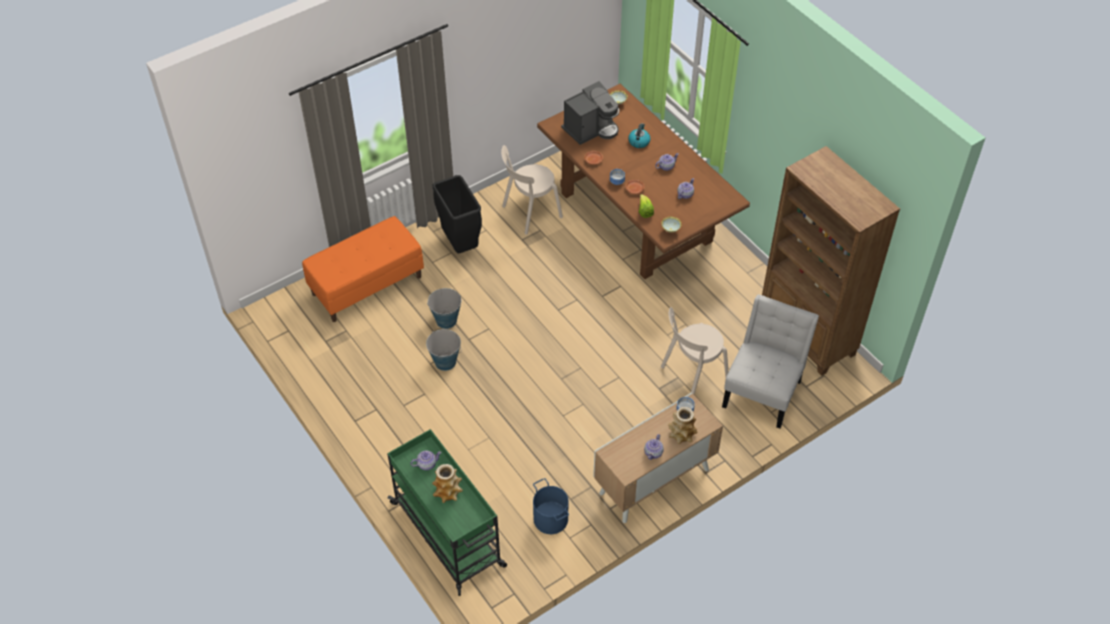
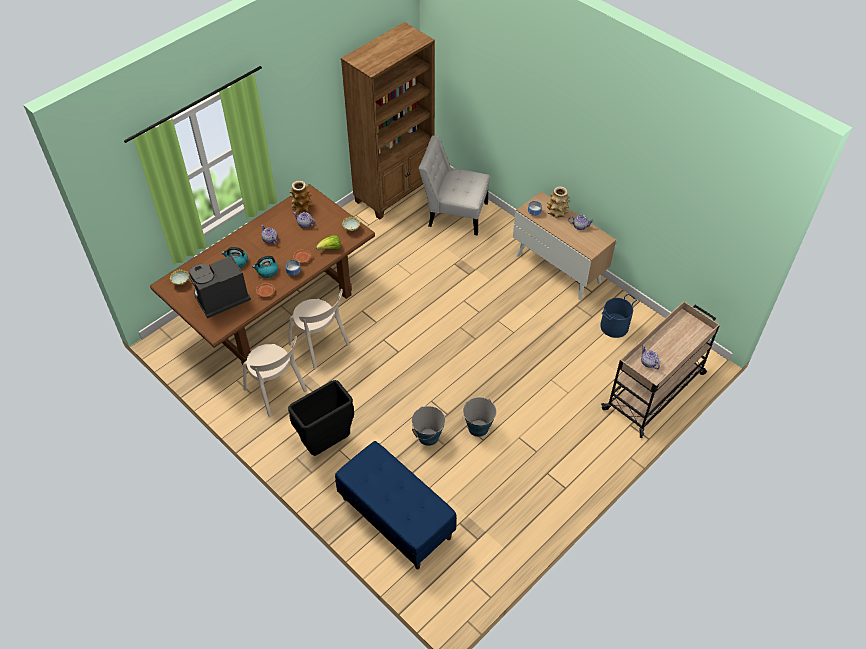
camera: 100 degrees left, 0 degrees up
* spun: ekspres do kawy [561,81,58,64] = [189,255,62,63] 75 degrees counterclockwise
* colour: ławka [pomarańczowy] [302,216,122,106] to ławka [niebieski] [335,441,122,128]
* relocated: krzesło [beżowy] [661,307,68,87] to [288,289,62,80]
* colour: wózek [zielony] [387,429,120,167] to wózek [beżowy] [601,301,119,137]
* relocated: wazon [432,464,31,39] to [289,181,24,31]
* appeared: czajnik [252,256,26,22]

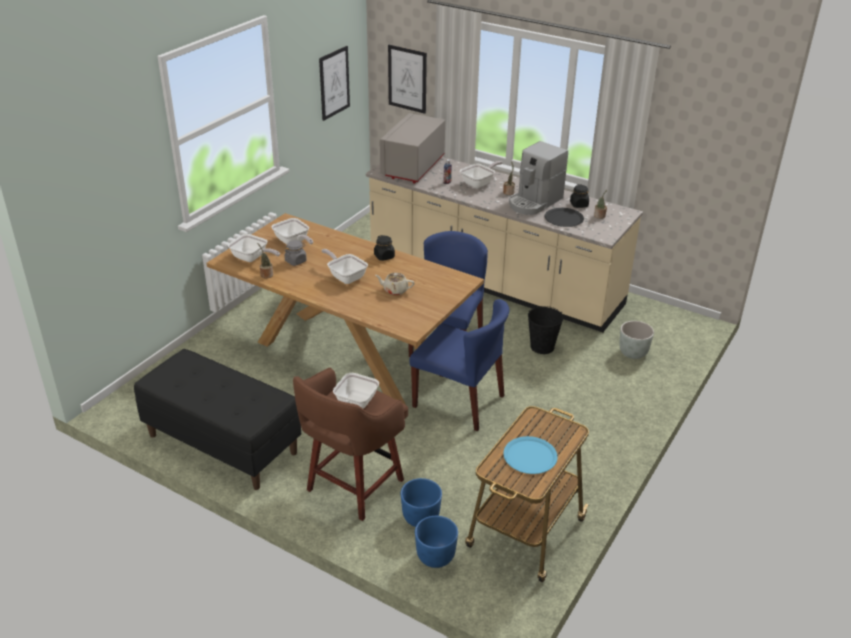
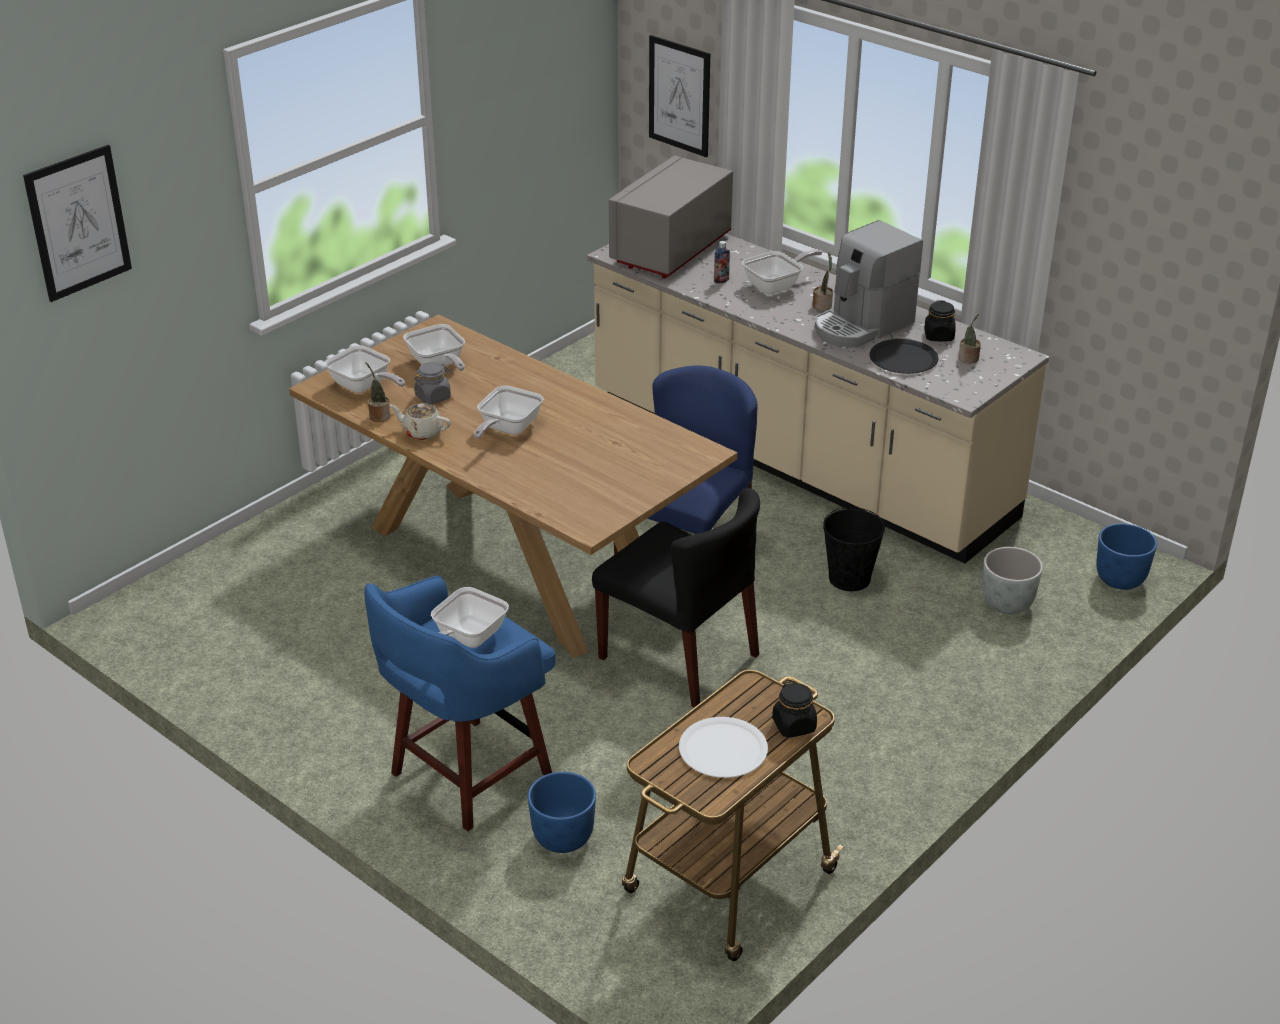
camera: 10 degrees right, 0 degrees up
* relocated: obraz [319,46,31,75] to [23,145,109,157]
* relocated: słoik [czarny] [374,235,21,26] to [772,681,45,57]
* spun: patelnia [321,249,47,35] = [474,386,70,53] 120 degrees counterclockwise
* relocated: imbryk [beżowy] [375,273,39,22] to [390,403,61,37]
* colour: krzesło [niebieski] [409,299,101,132] to krzesło [czarny] [592,488,168,220]
* missing: ławka [czarny] [134,349,167,141]
* colour: stołek [brązowy] [293,368,115,153] to stołek [niebieski] [364,576,191,255]
* colour: talerz [niebieski] [503,436,55,38] to talerz [biały] [679,717,89,61]
* relocated: donica [niebieski] [415,516,43,52] to [1096,523,61,67]

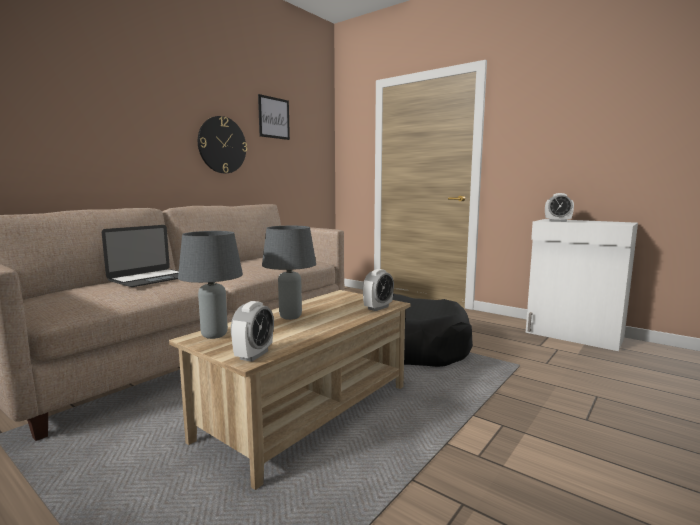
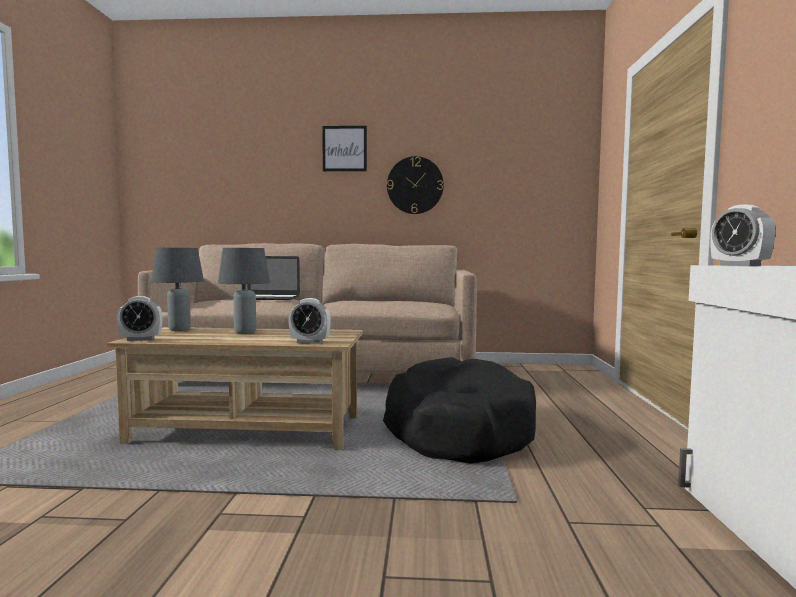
camera: 55 degrees right, 5 degrees down
* relocated: obraz [258,94,32,46] to [322,126,45,45]

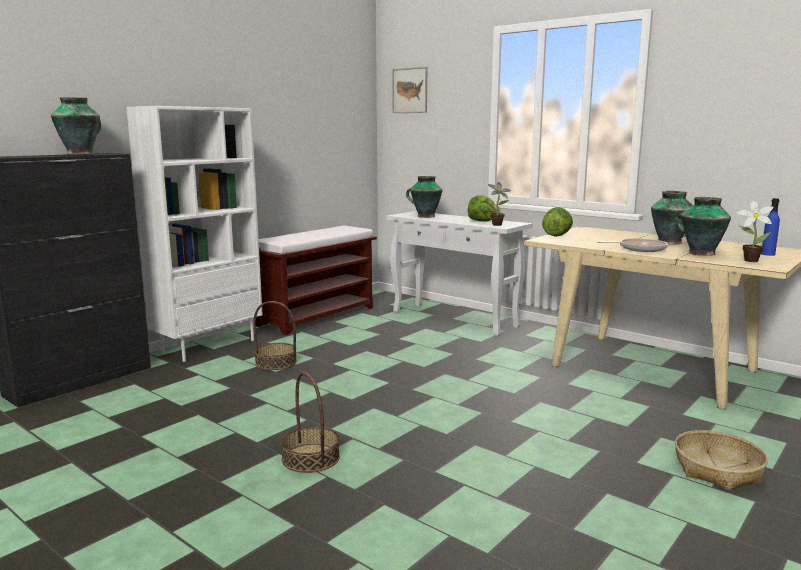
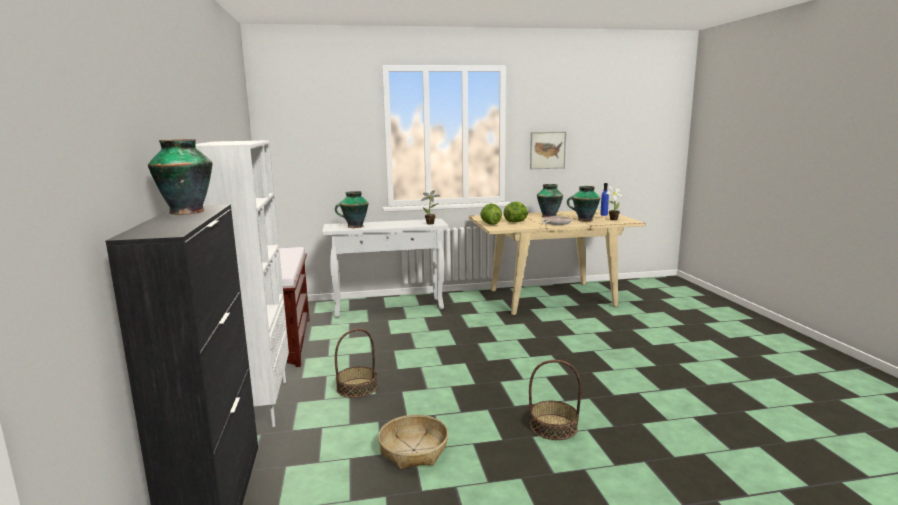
camera: 50 degrees left, 0 degrees up
* relocated: obraz [392,67,35,46] to [530,132,36,37]
* relocated: sałata [468,195,32,26] to [504,202,24,21]
* relocated: koszyk [675,430,93,60] to [378,415,70,54]

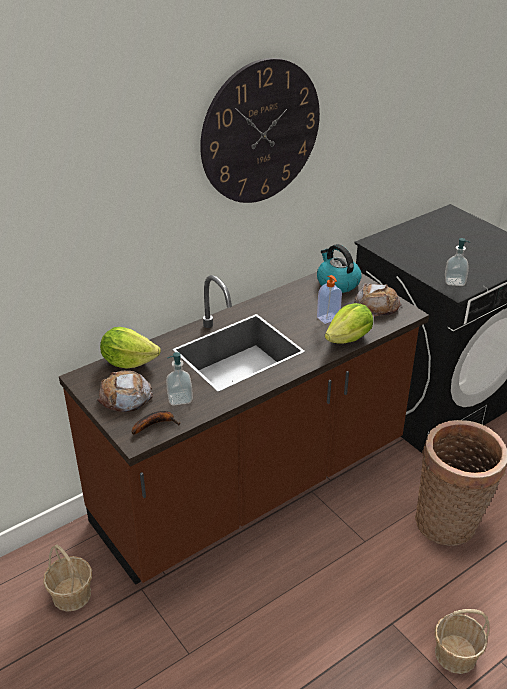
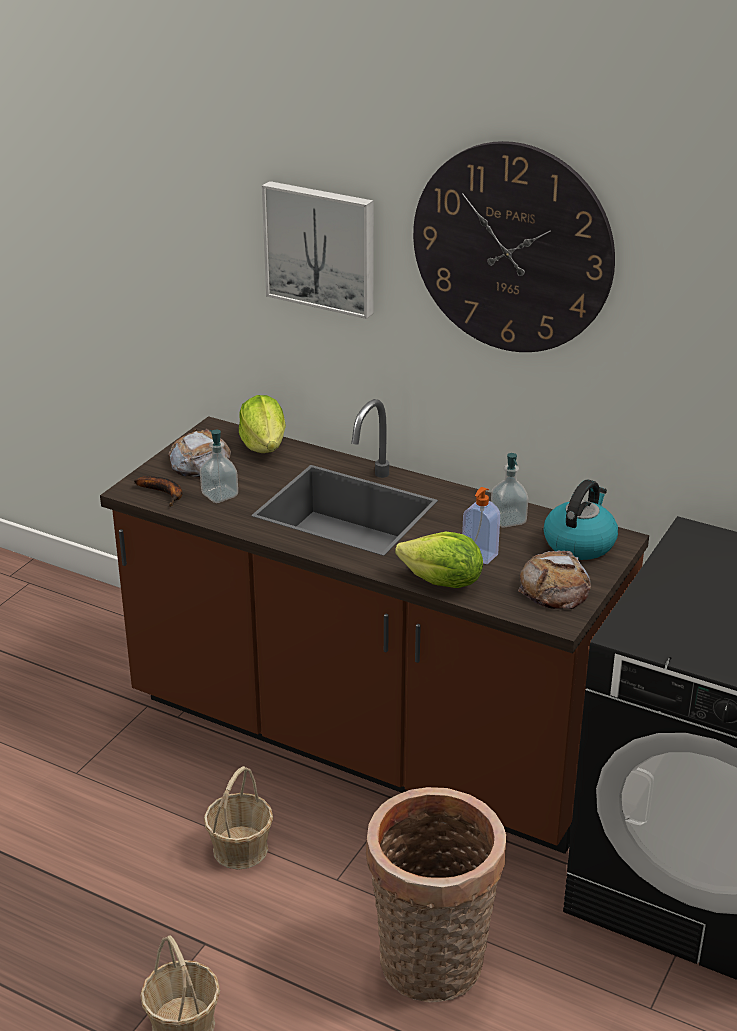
camera: 65 degrees right, 5 degrees down
* relocated: dozownik mydła [445,238,25,48] to [491,453,37,74]
* relocated: koszyk [43,545,49,67] to [204,766,69,104]
* appeared: obraz [262,181,112,138]

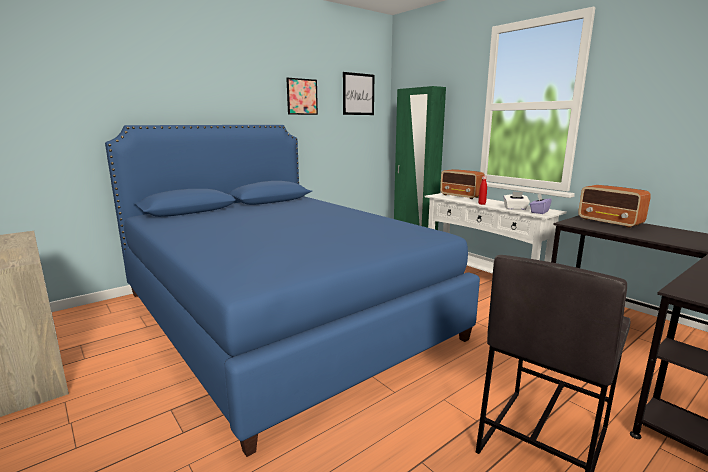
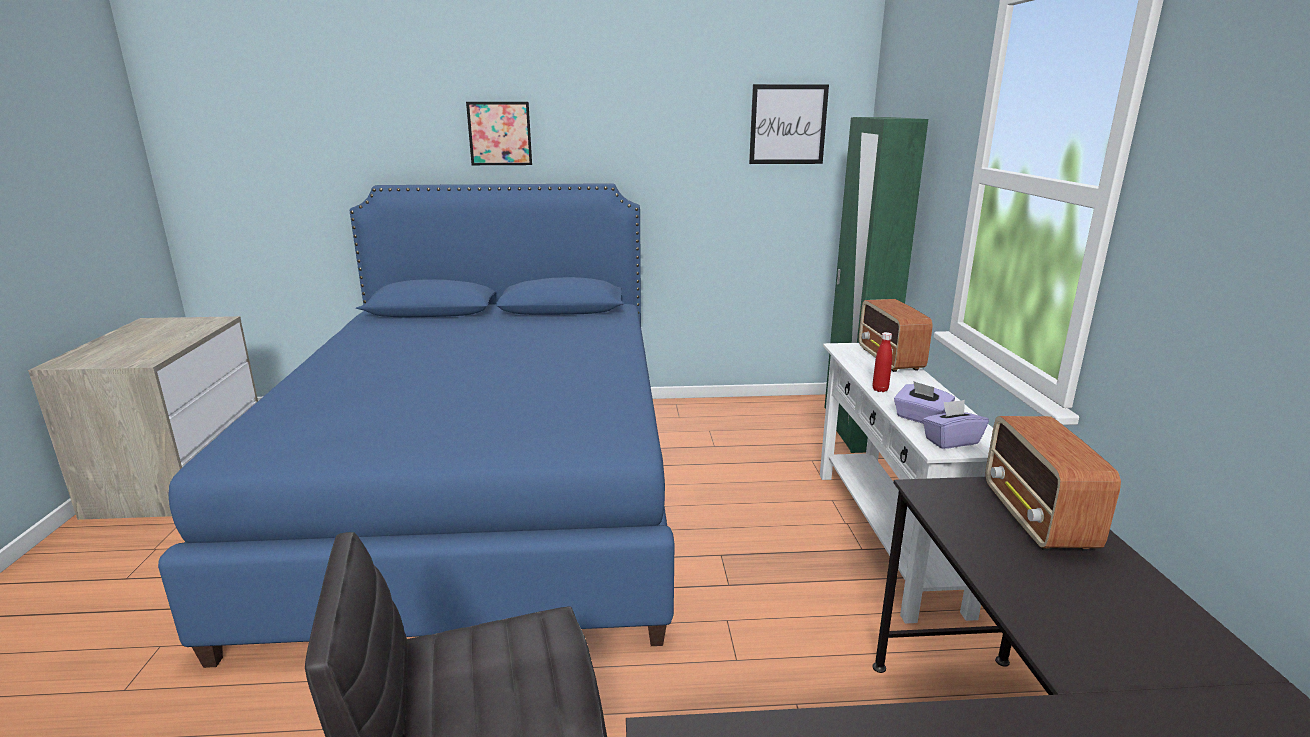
camera: 35 degrees right, 5 degrees up
* relocated: obraz [286,78,32,37] to [466,102,66,63]
* colour: pudełko chusteczek [biały] [503,192,27,18] to pudełko chusteczek [fioletowy] [894,381,61,43]

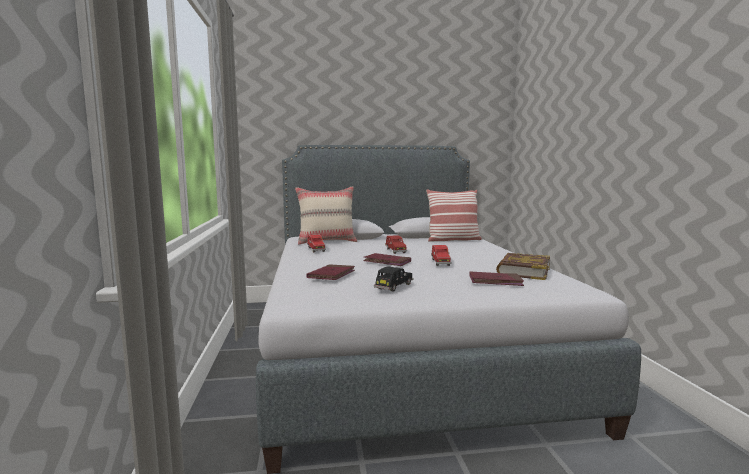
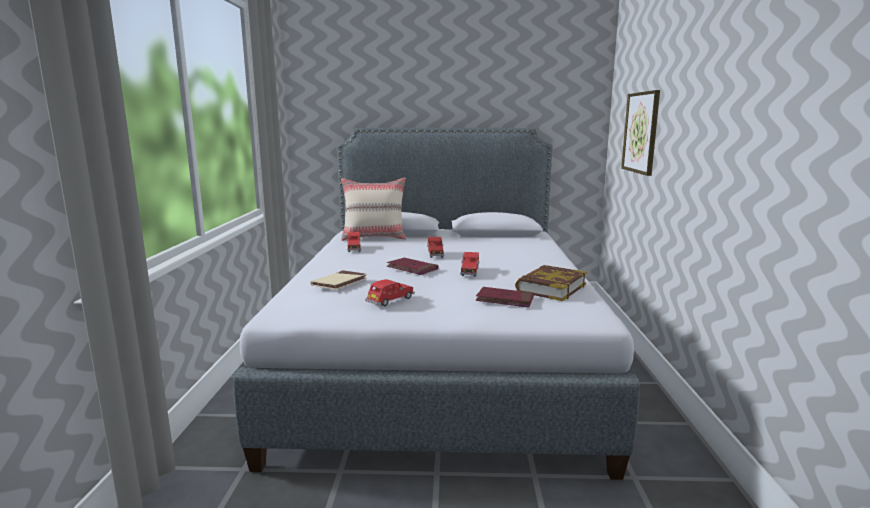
camera: 10 degrees right, 5 degrees up
* missing: poduszka [426,189,56,53]
* colour: książka [czerwony] [306,264,49,16] to książka [beżowy] [310,270,57,20]
* colour: samochodzik [czarny] [374,266,39,26] to samochodzik [czerwony] [365,279,50,27]
* appeared: obraz [621,90,39,86]

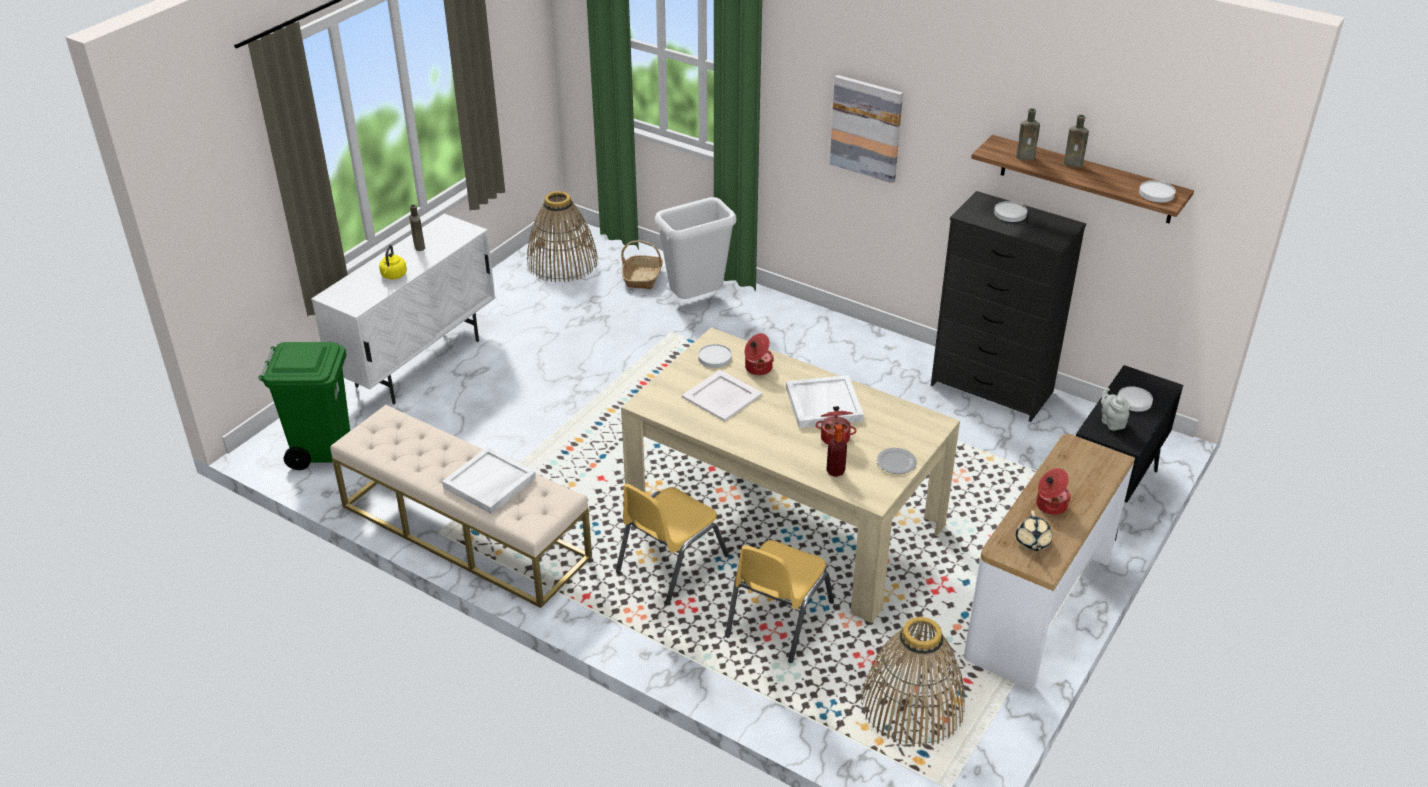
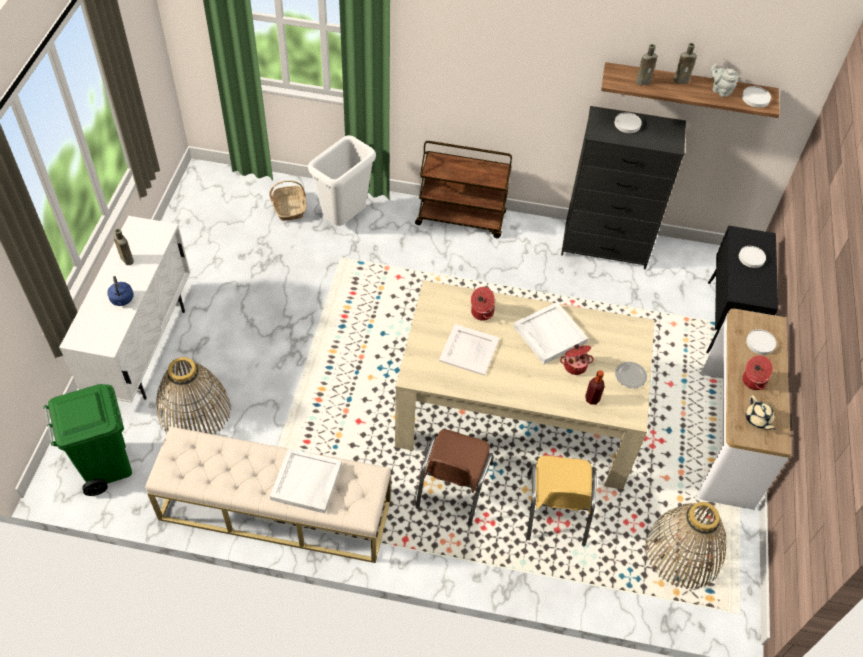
camera: 25 degrees left, 15 degrees up
* missing: obraz [830,75,73,108]
* relocated: koszyk [527,191,71,91] to [157,357,74,78]
* colour: czajnik [żółty] [379,245,28,35] to czajnik [niebieski] [107,276,27,30]
* relocated: talerz [biały] [698,344,34,24] to [746,329,30,26]
* relocated: imbryk [szary] [1101,388,29,42] to [711,64,28,33]
* colour: krzesło [żółty] [616,484,113,120] to krzesło [brązowy] [416,429,77,96]
* appeared: wózek [brązowy] [415,141,97,97]

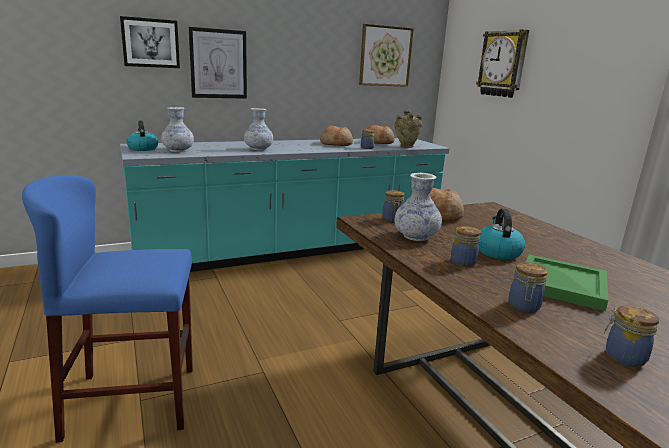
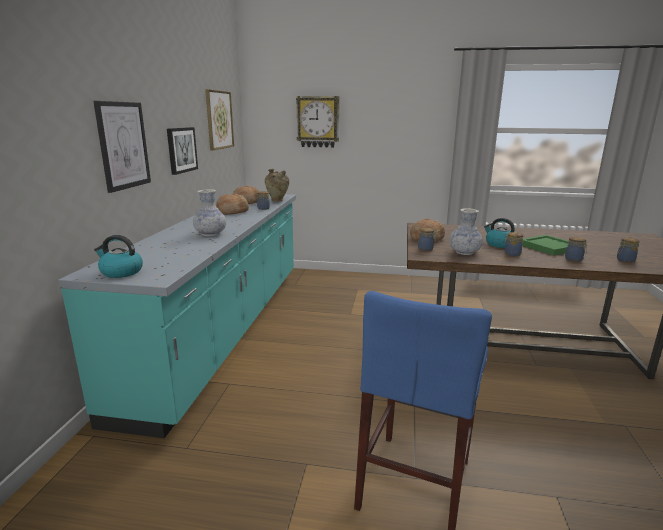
camera: 55 degrees left, 0 degrees up
* relocated: obraz [120,16,60,52] to [167,127,31,48]
* missing: wazon [161,107,33,45]

